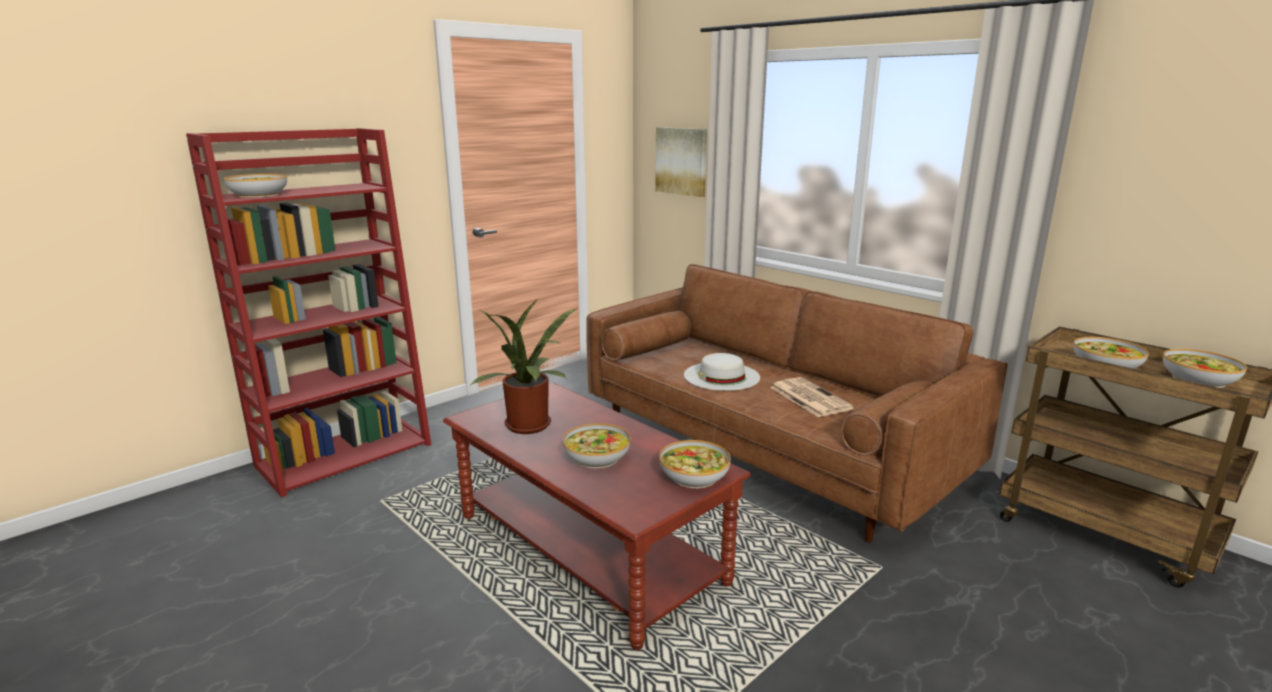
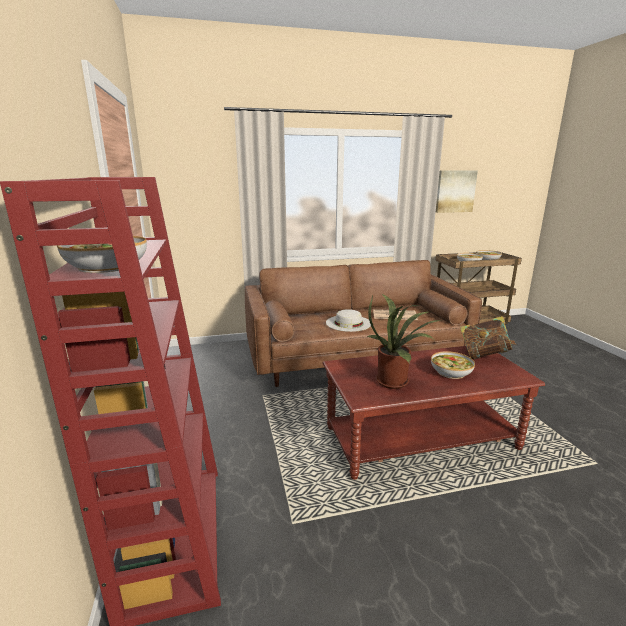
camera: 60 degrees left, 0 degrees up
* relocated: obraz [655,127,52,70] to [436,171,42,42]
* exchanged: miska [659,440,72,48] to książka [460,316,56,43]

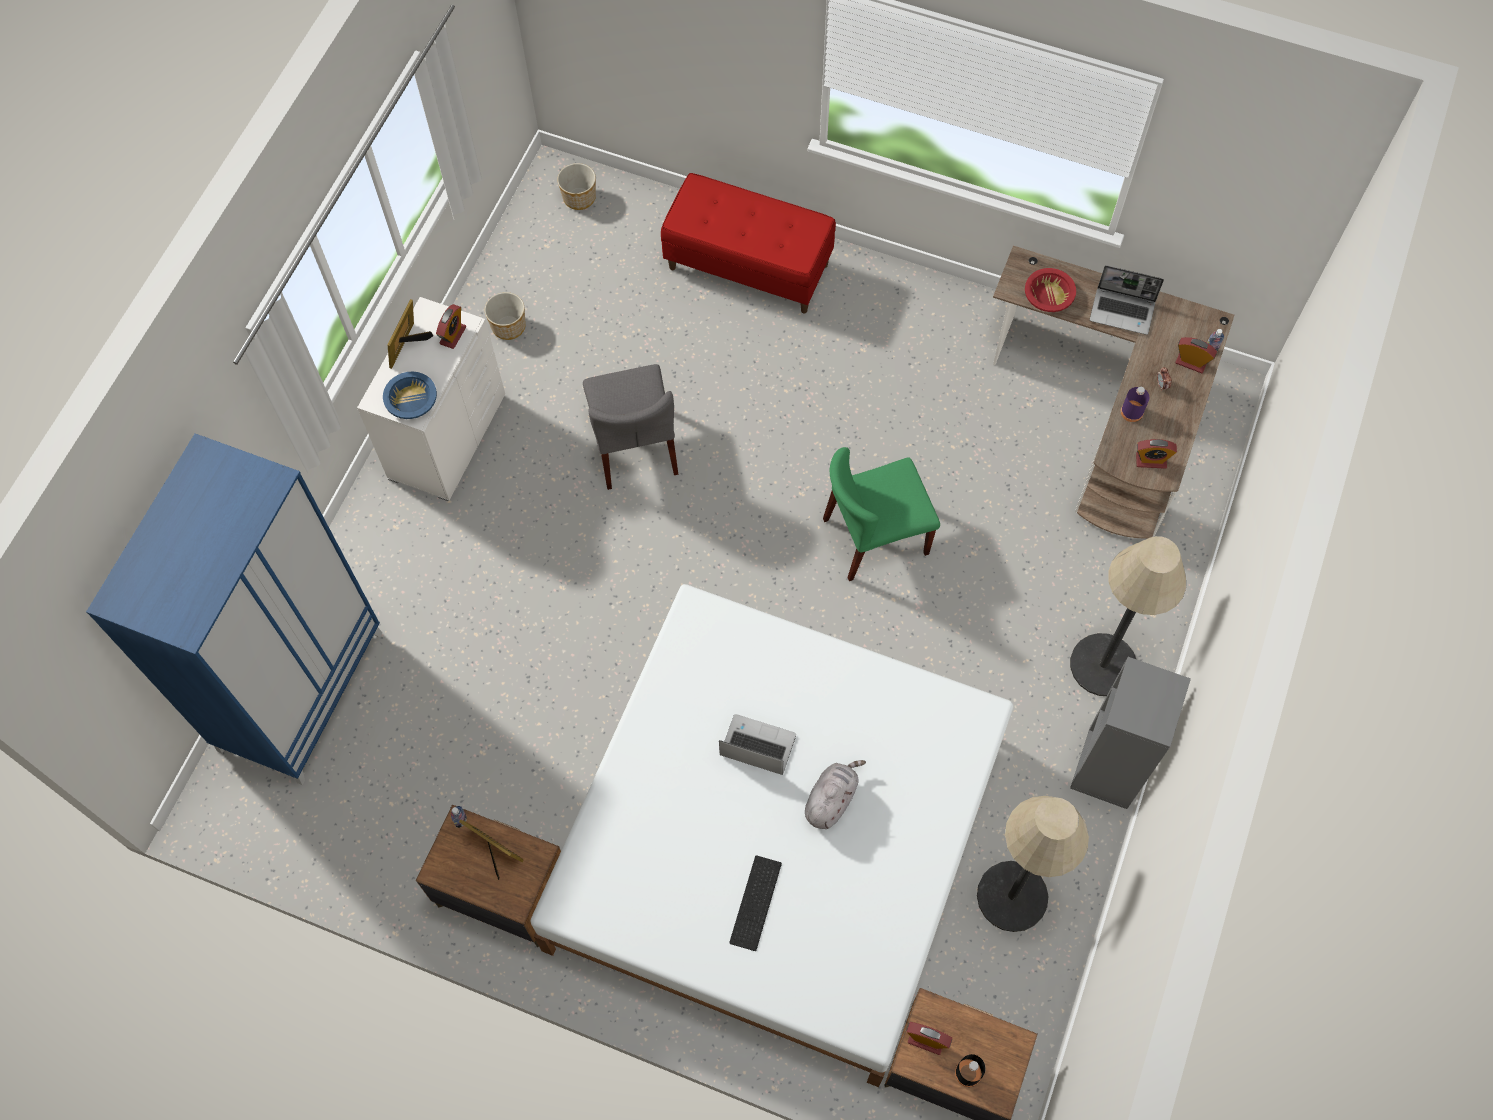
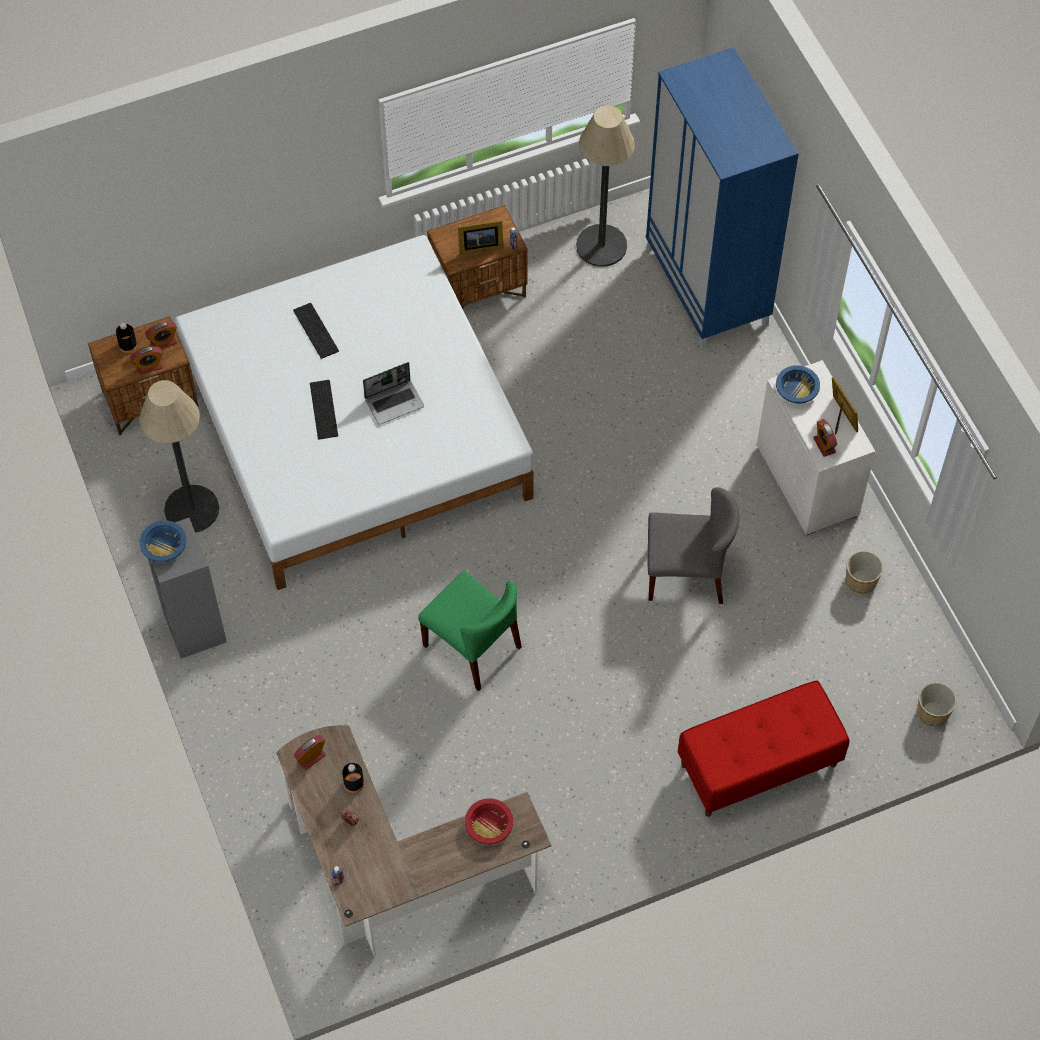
camera: 135 degrees right, 5 degrees down
* missing: laptop [1090,265,74,70]
* relocated: budzik [1175,337,42,36] to [130,346,32,29]
* spun: krzesło [szary] [583,364,95,126] = [648,487,92,117] 150 degrees clockwise
* colour: butelka [fioletowy] [1121,386,28,36] to butelka [czarny] [342,763,22,30]
* spun: krzesło [zielony] [823,447,117,134] = [418,571,104,120] 105 degrees clockwise
* relocated: lampa stojąca [1070,536,116,160] to [576,106,59,161]
* exchanged: pluszak [szary] [805,760,61,69] to klawiatura [310,380,28,59]
* appeared: miska [niebieski] [139,520,47,42]

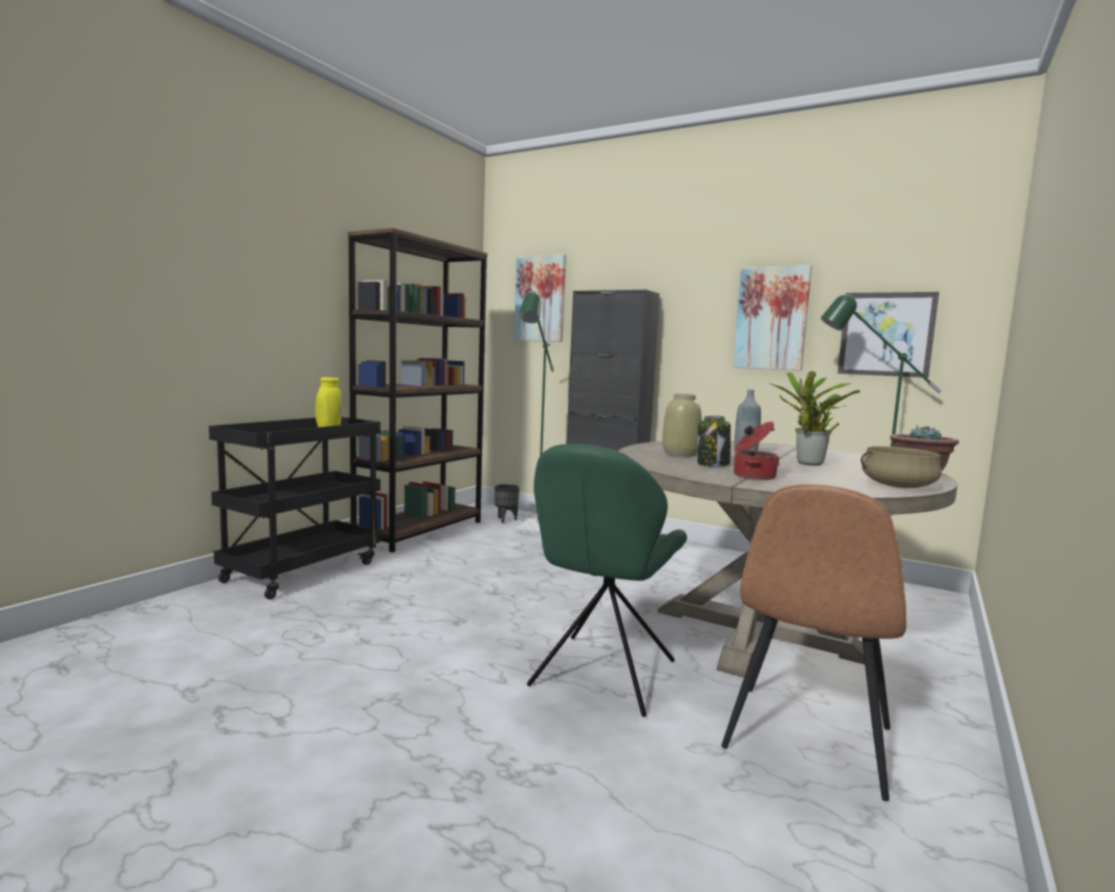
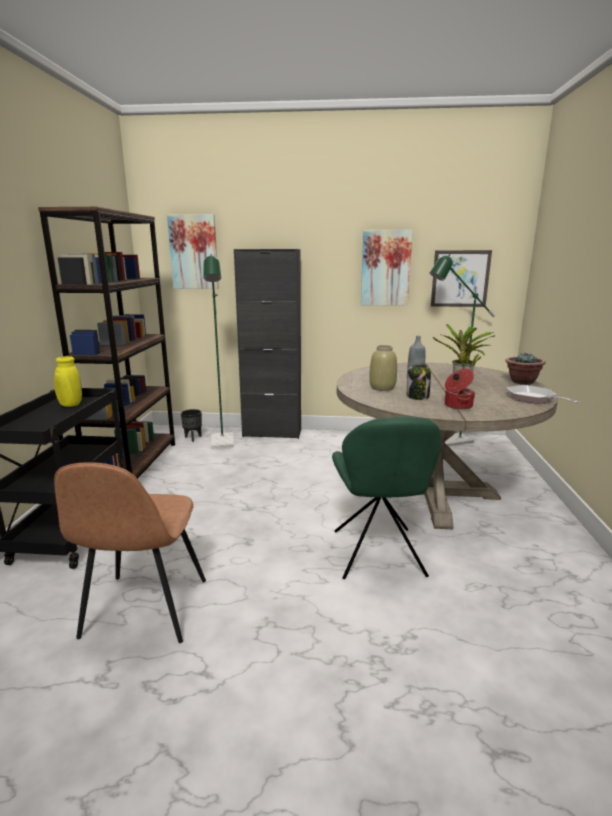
camera: 25 degrees left, 10 degrees up
* exchanged: garnek [beżowy] [861,446,85,42] to patelnia [507,385,72,19]
* relocated: krzesło [brązowy] [721,484,185,317] to [54,462,152,181]

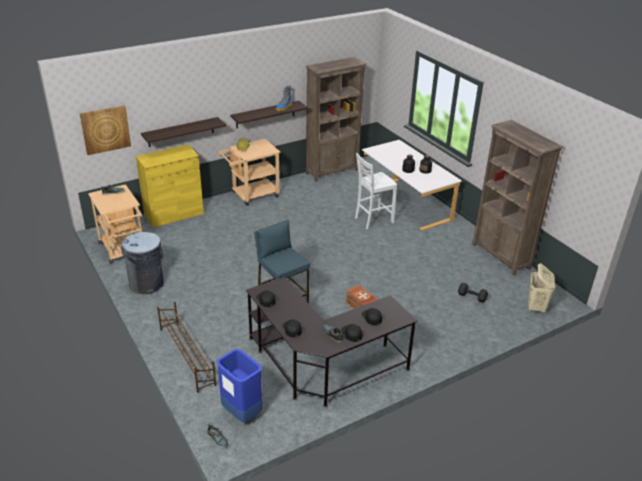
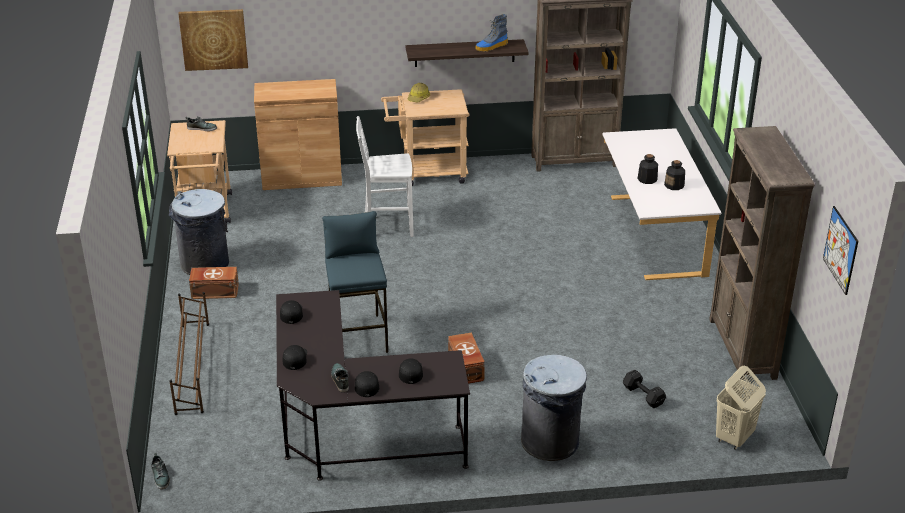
camera: 25 degrees right, 0 degrees up
* missing: półka [141,117,85,30]
* colour: szafka [żółty] [136,145,68,83] to szafka [brązowy] [254,79,88,111]
* relocated: krzesło [biały] [355,153,42,76] to [356,116,58,121]
* missing: kosz na śmieci [niebieski] [216,349,46,74]
* appeared: obraz [823,206,35,89]
* appeared: pojemnik do przechowywania [brązowy] [189,267,50,32]
* appeared: kosz na śmieci [szary] [521,354,66,107]

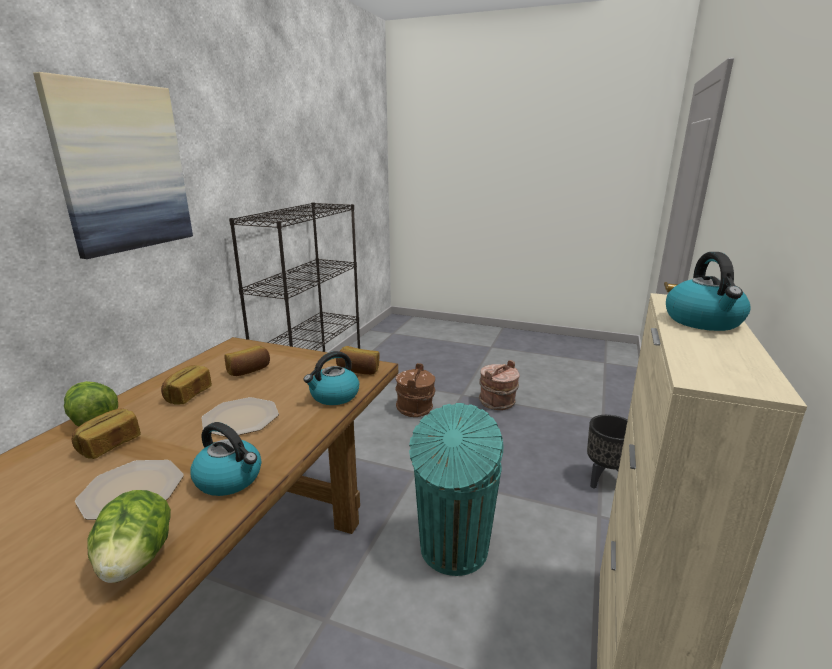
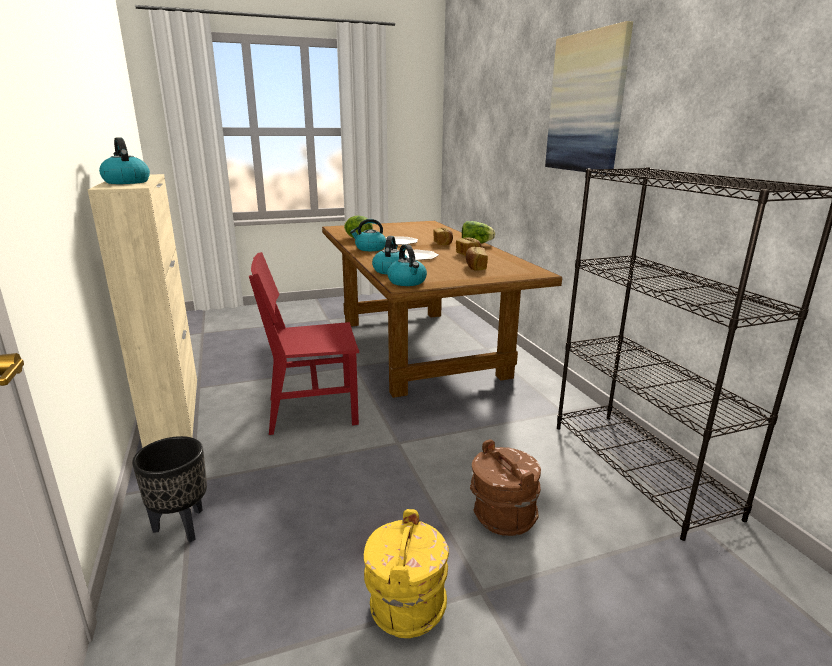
camera: 140 degrees right, 0 degrees up
* exchanged: chleb [336,346,44,29] to czajnik [387,244,40,42]
* colour: wiadro [brązowy] [479,360,41,50] to wiadro [żółty] [364,509,85,129]
* exchanged: kosz na śmieci [turkusowy] [409,403,95,173] to krzesło [czerwony] [249,252,110,183]

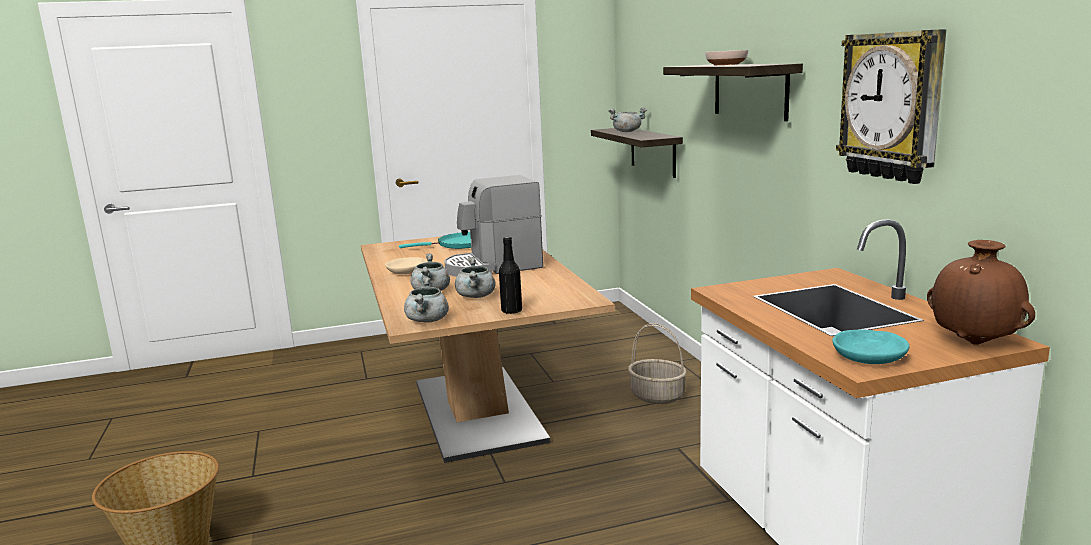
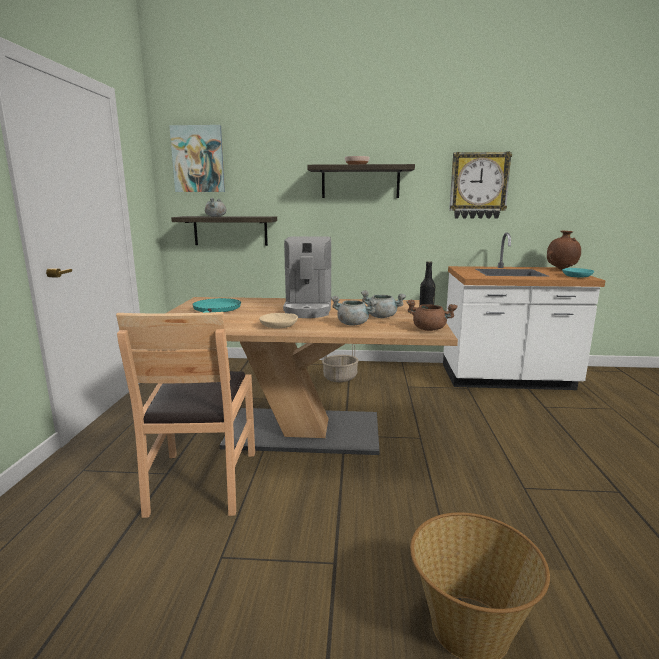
camera: 70 degrees left, 0 degrees up
* colour: garnek [szary] [404,277,45,45] to garnek [brązowy] [407,300,50,31]
* appeared: obraz [169,125,56,67]
* appeared: krzesło [brązowy] [116,312,139,206]

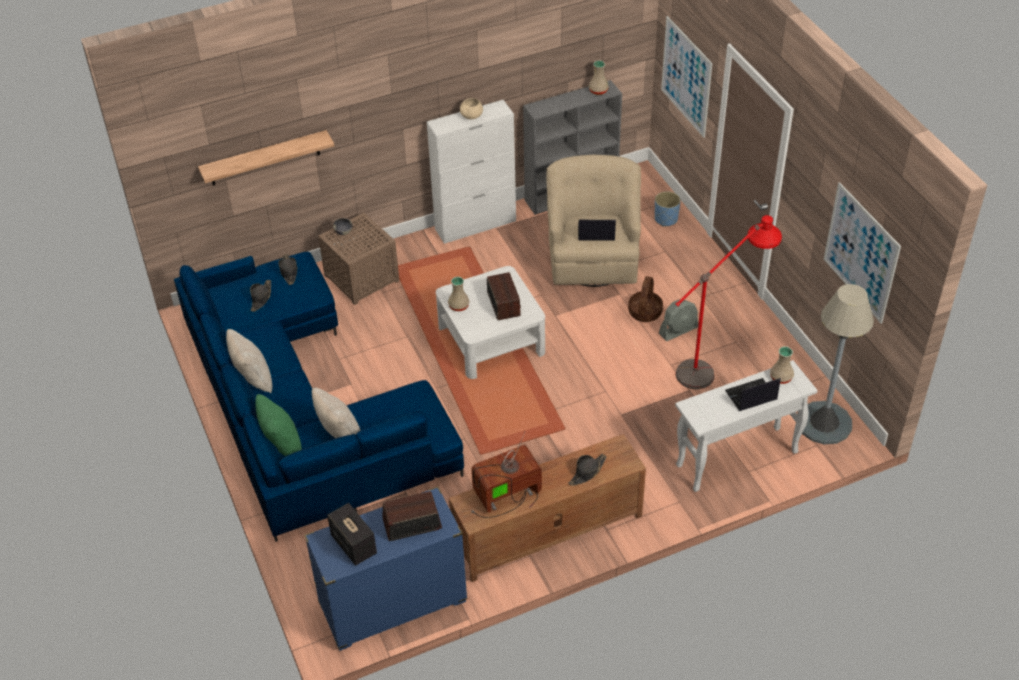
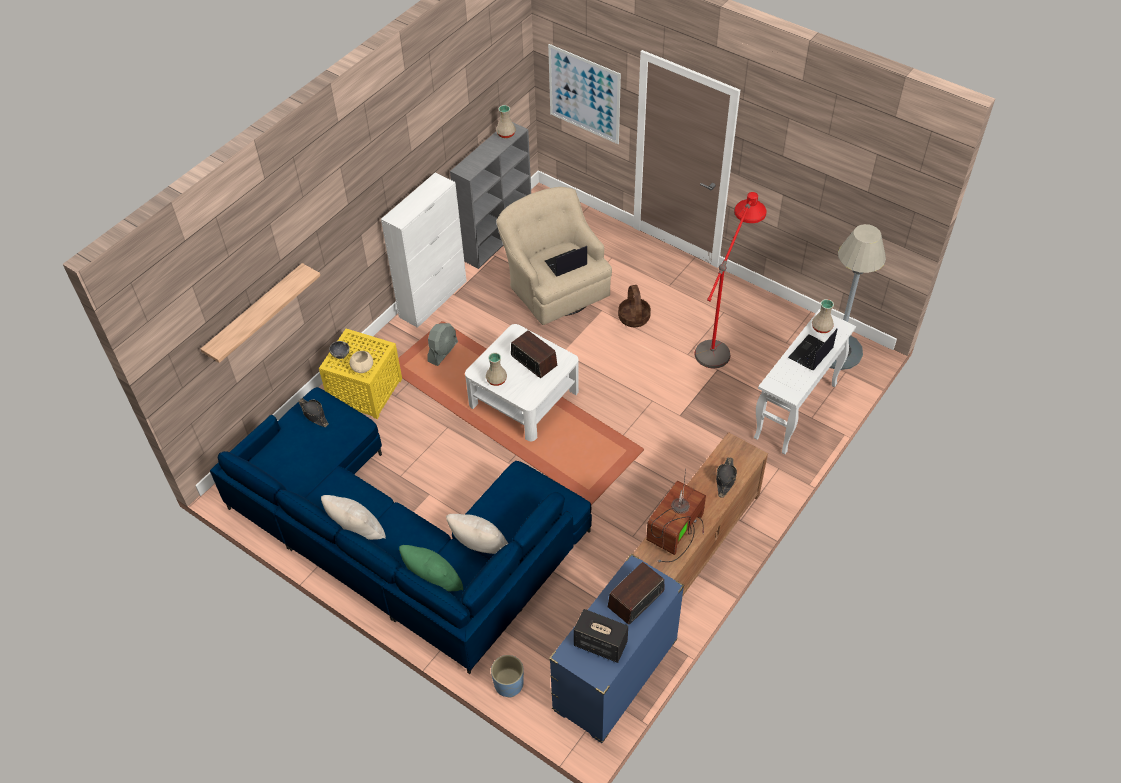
camera: 30 degrees left, 5 degrees up
* relocated: miska [beżowy] [460,98,23,21] to [349,351,24,22]
* missing: obraz [824,182,77,142]
* relocated: donica [niebieski] [655,191,26,35] to [491,655,33,42]
* colour: stolik [brązowy] [318,213,82,92] to stolik [żółty] [319,329,83,90]
* missing: kapelusz [czarny] [250,280,21,32]
* relocated: wentylator [szary] [659,299,39,42] to [428,323,30,43]

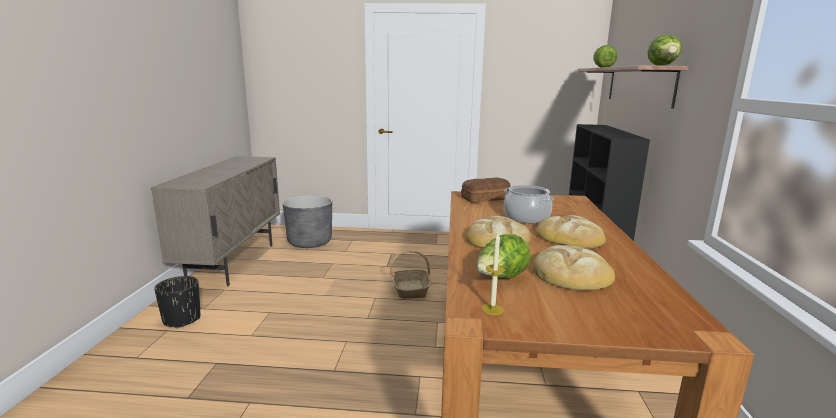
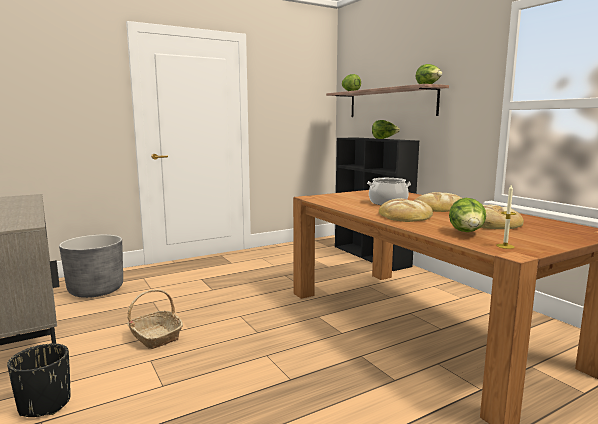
camera: 35 degrees left, 5 degrees down
* missing: chleb [461,178,50,25]
* relocated: koszyk [390,251,41,48] to [127,289,56,60]
* appeared: sałata [372,120,28,19]

